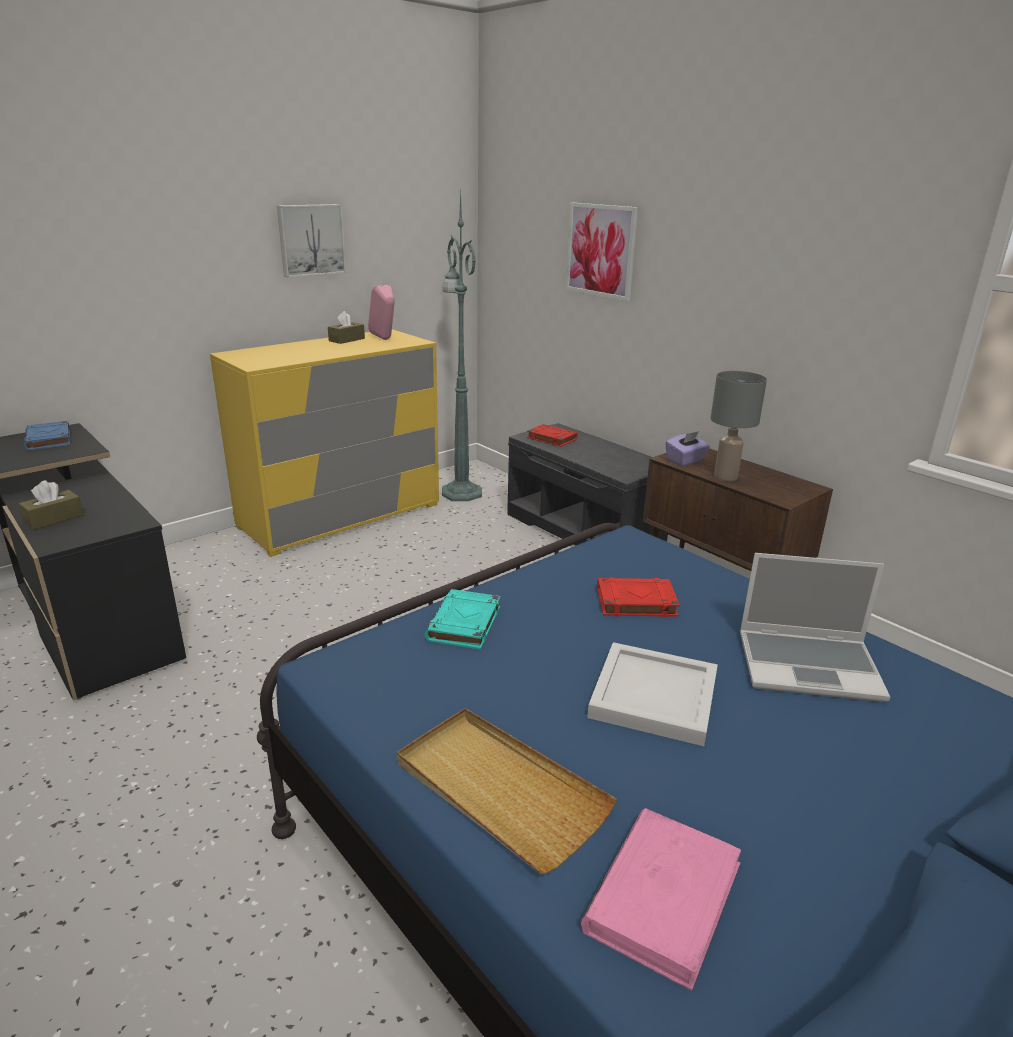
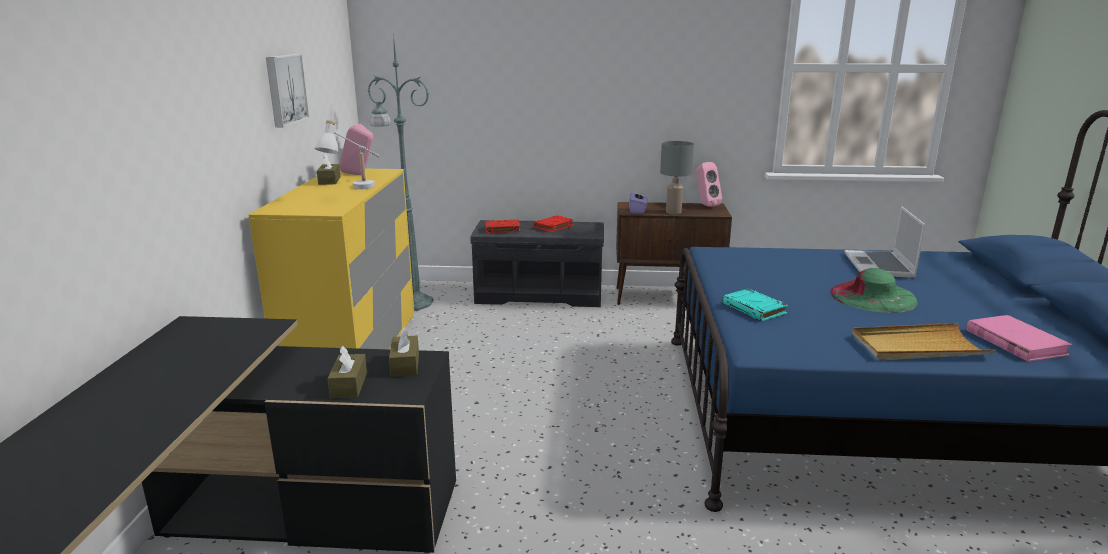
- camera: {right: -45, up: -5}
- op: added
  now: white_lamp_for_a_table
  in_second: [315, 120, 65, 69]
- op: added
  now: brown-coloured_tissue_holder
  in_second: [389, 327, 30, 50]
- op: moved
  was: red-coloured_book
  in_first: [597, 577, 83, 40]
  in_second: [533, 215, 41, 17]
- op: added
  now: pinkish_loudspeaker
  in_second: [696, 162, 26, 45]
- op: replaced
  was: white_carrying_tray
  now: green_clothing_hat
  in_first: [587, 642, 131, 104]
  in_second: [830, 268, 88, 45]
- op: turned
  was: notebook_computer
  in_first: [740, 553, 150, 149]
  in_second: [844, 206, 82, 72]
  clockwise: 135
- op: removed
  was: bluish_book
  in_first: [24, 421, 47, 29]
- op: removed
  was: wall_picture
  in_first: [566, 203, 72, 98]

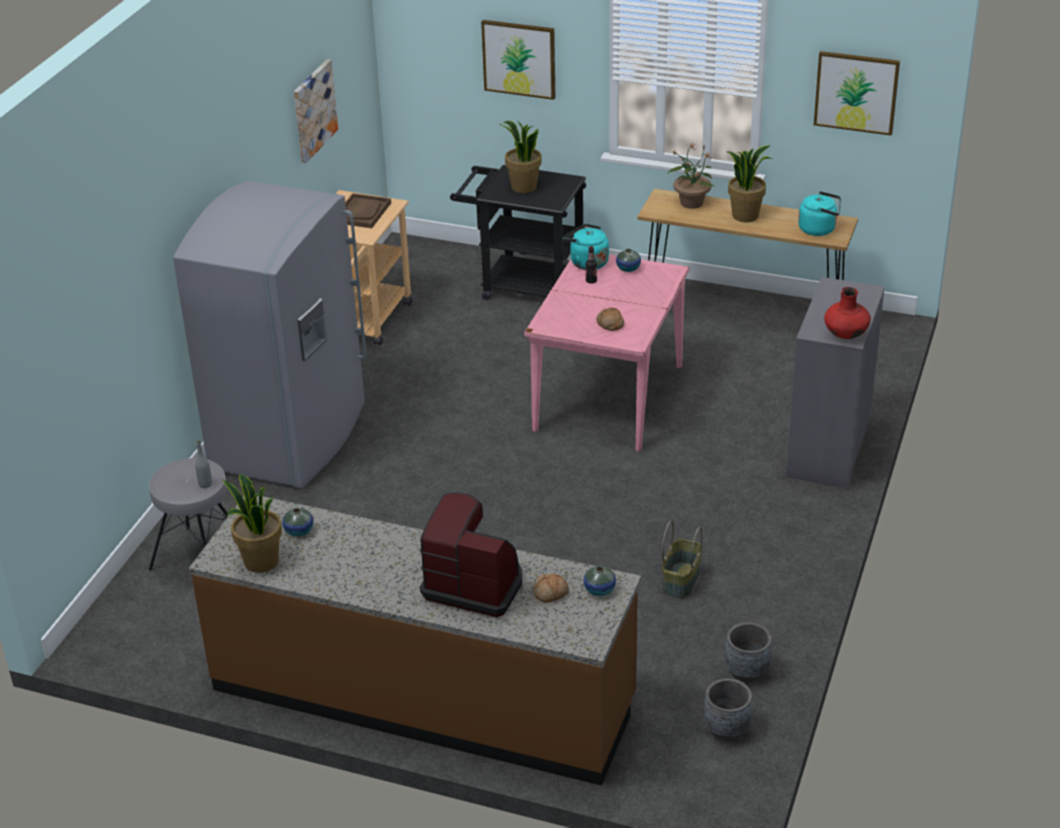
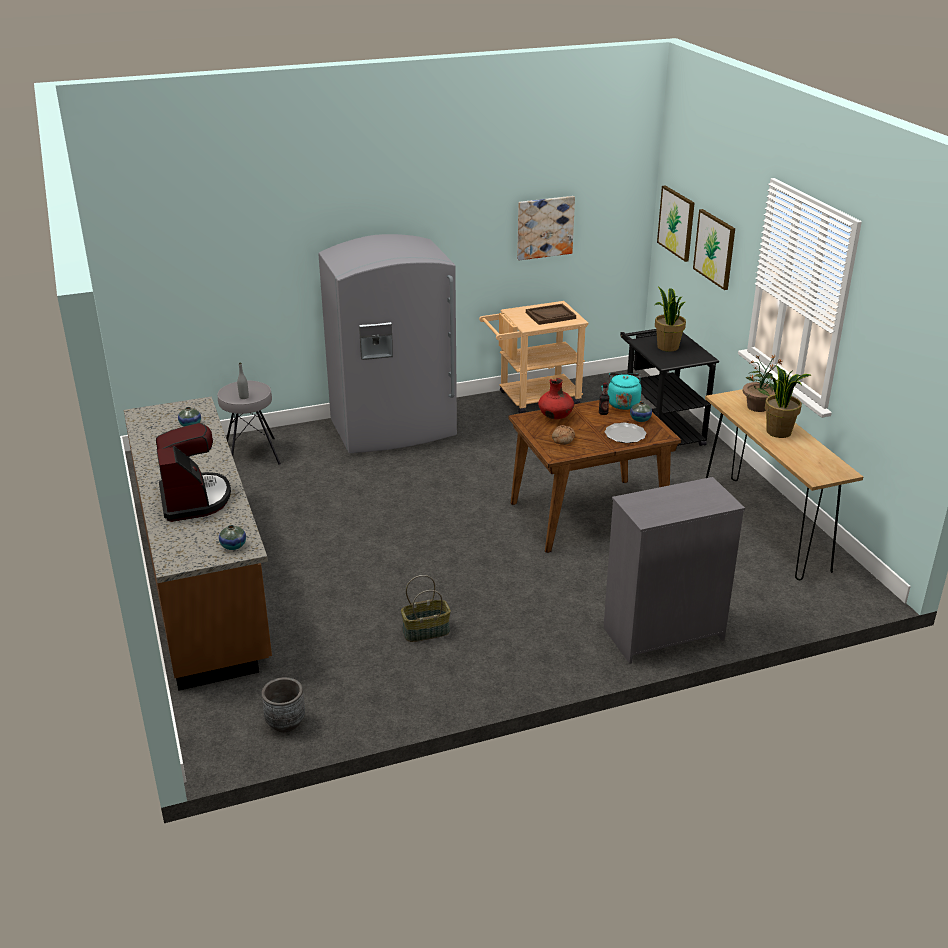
- camera: {right: 50, up: -5}
- op: recoloured
  was: pinkish_dinner_table
  now: brown-coloured_dinner_table
  in_first: [524, 254, 165, 197]
  in_second: [508, 400, 174, 153]
- op: moved
  was: red-coloured_flower_vase
  in_first: [824, 287, 47, 52]
  in_second: [538, 378, 36, 41]
- op: added
  now: dinner_plate
  in_second: [604, 422, 43, 21]
- op: moved
  was: wall_picture
  in_first: [814, 51, 86, 85]
  in_second: [657, 185, 37, 77]
- op: removed
  was: plant_in_a_pot
  in_first: [222, 475, 60, 98]
- op: removed
  was: baked_bread
  in_first: [533, 573, 36, 30]
- op: removed
  was: greyish_plant_pot
  in_first: [725, 622, 47, 60]
- op: removed
  was: turquoise-coloured_kettle
  in_first: [798, 191, 43, 45]

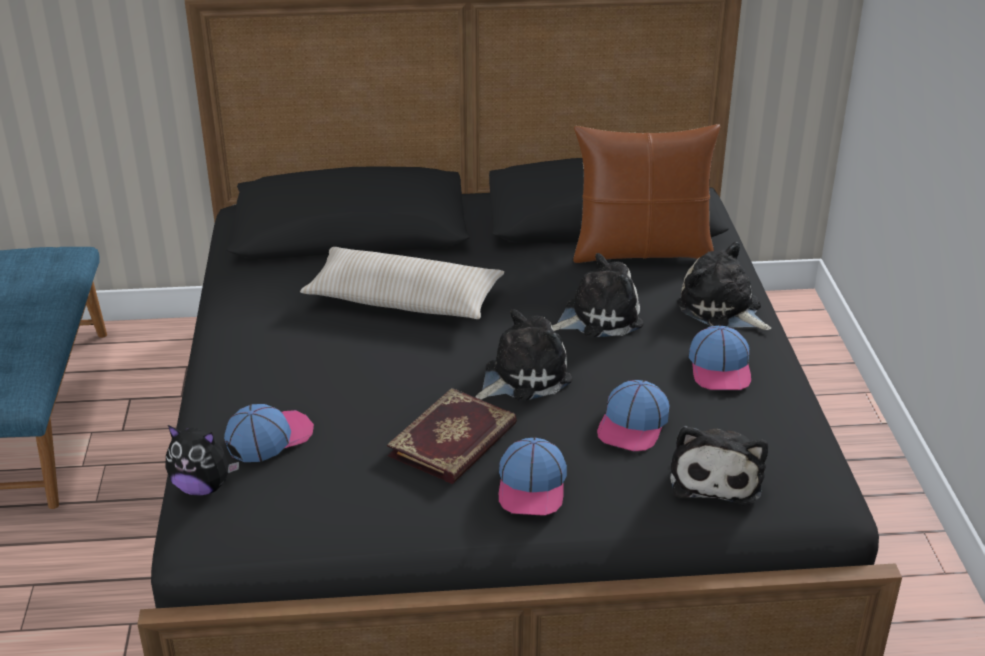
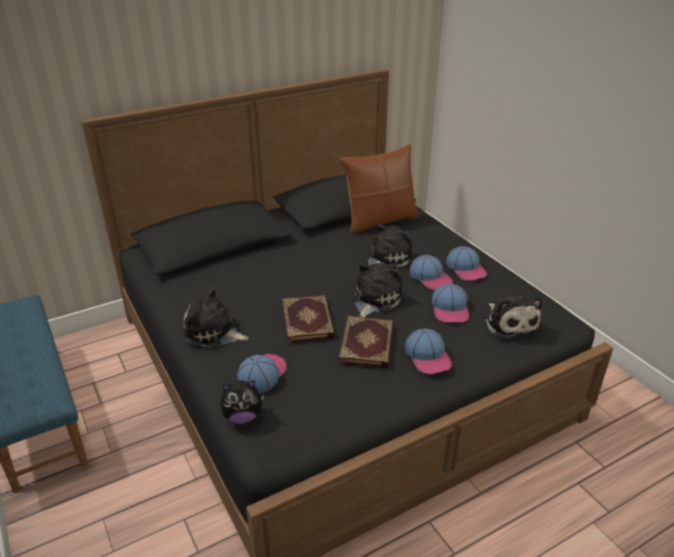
- camera: {right: -25, up: 0}
- op: moved
  was: cuddly_toy
  in_first: [677, 242, 94, 88]
  in_second: [183, 287, 66, 61]
- op: added
  now: book
  in_second: [282, 295, 53, 49]
- op: added
  now: peaked_cap
  in_second: [410, 255, 43, 35]
- op: removed
  was: beige-coloured_pillow
  in_first: [300, 247, 204, 72]

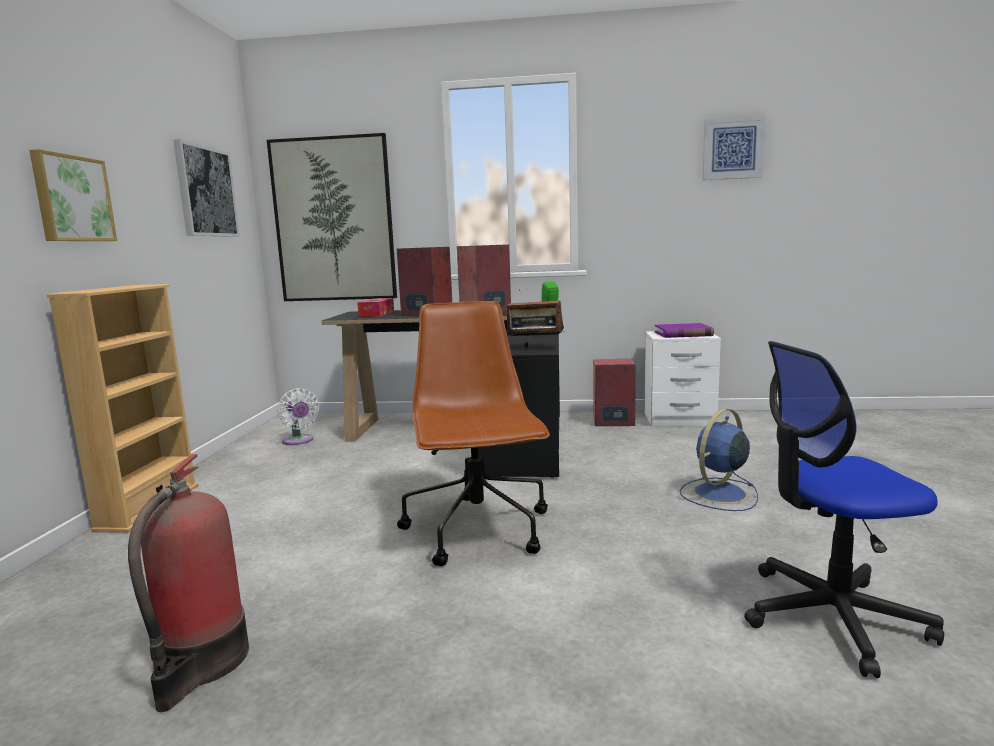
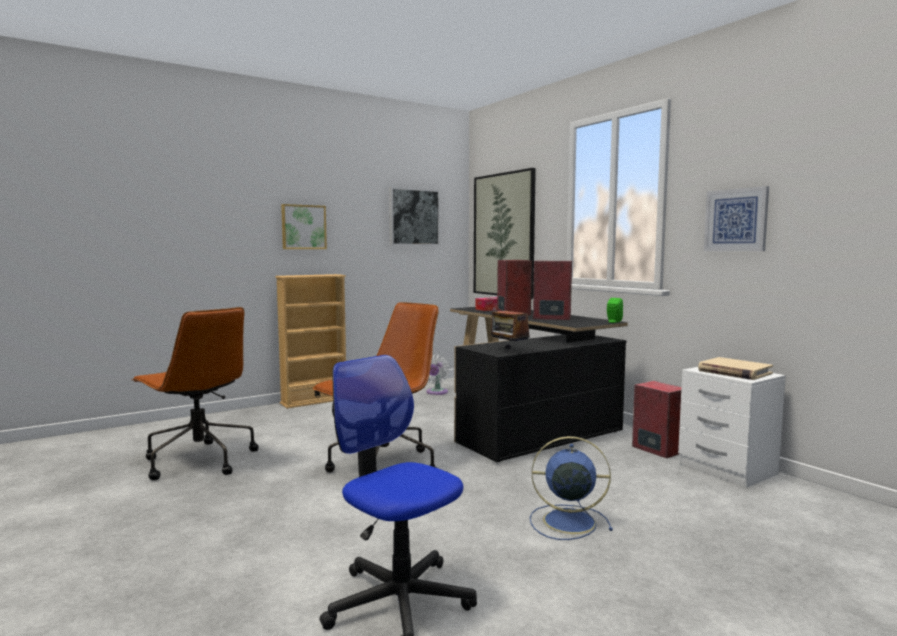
- camera: {right: 50, up: -5}
- op: replaced
  was: fire_extinguisher
  now: brown-coloured_office_chair
  in_first: [128, 454, 121, 258]
  in_second: [131, 307, 128, 173]
- op: recoloured
  was: purplish_book
  now: beige-coloured_book
  in_first: [655, 323, 59, 15]
  in_second: [698, 357, 75, 23]
- op: moved
  was: wall_picture
  in_first: [703, 116, 63, 64]
  in_second: [704, 186, 65, 65]

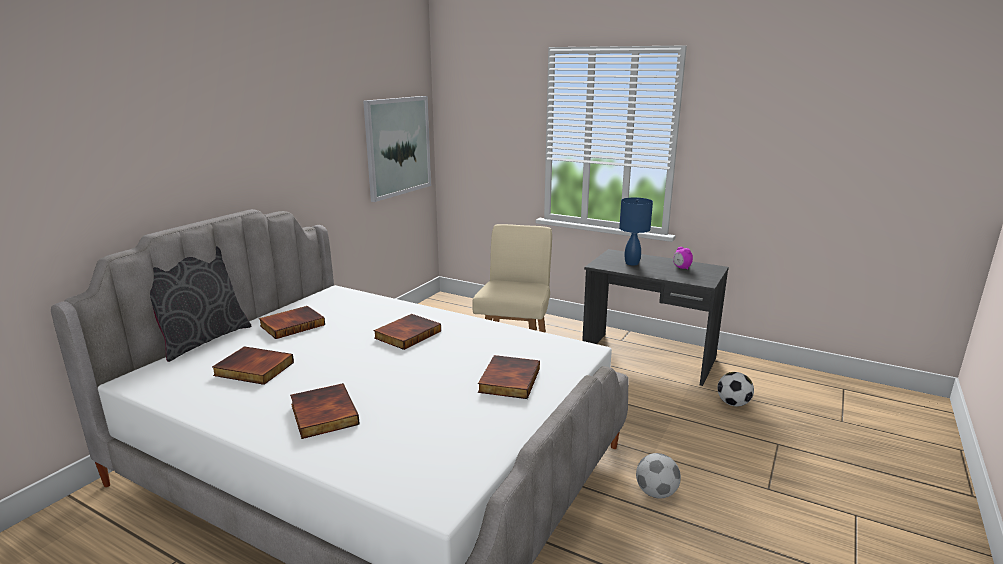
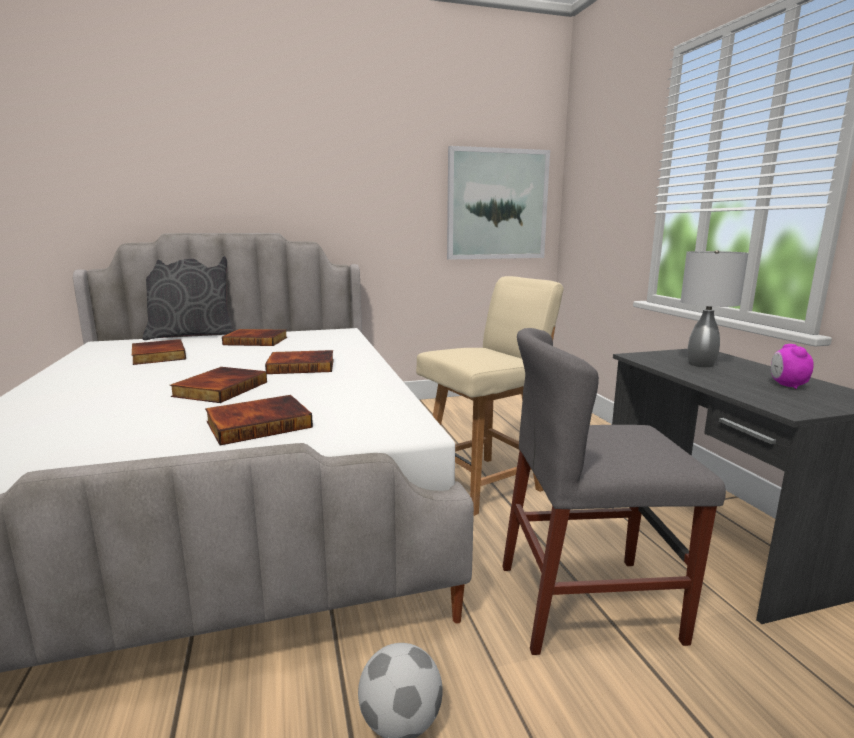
- camera: {right: 45, up: -5}
- op: moved
  was: book
  in_first: [290, 384, 69, 55]
  in_second: [170, 367, 97, 36]
- op: added
  now: greyish_chair
  in_second: [502, 328, 224, 327]
- op: recoloured
  was: bluish_lamp_for_a_table
  now: greyish_lamp_for_a_table
  in_first: [619, 197, 34, 68]
  in_second: [680, 250, 68, 117]
- op: removed
  was: football_ball
  in_first: [717, 372, 37, 35]

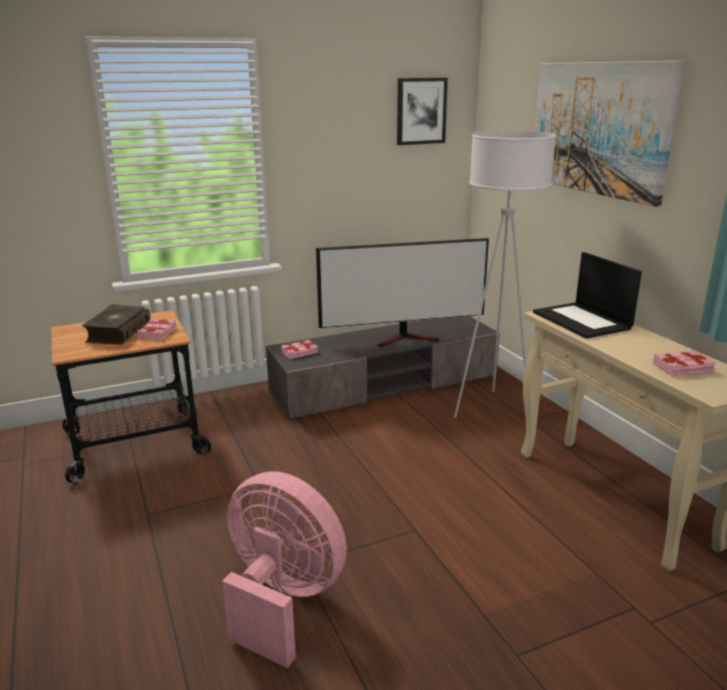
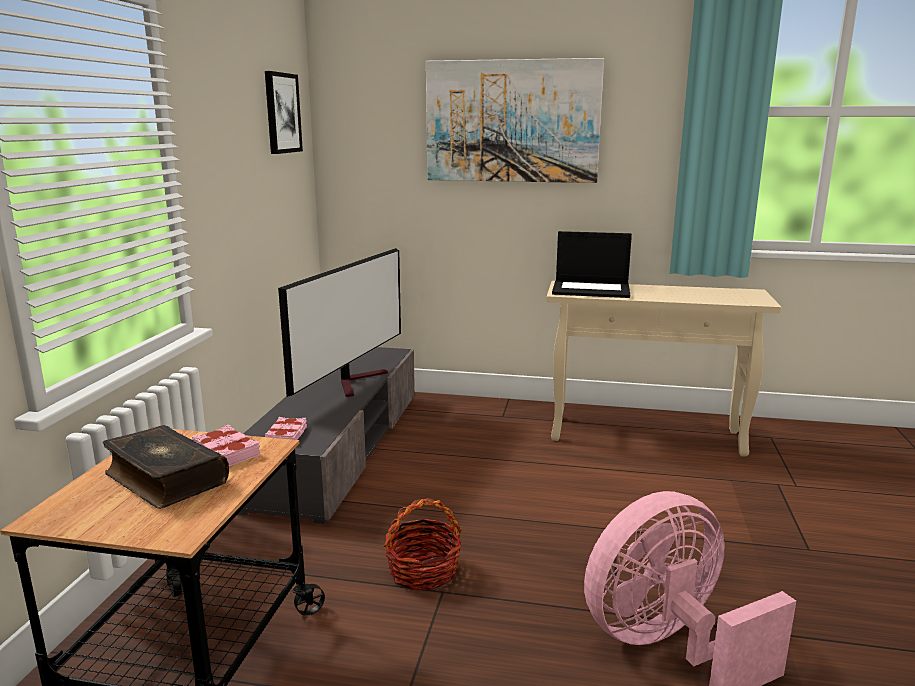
- camera: {right: -55, up: -5}
- op: added
  now: storage_basket
  in_second: [383, 498, 79, 93]
- op: removed
  was: white_standing_lamp
  in_first: [454, 131, 102, 287]
- op: removed
  was: pinkish_book
  in_first: [653, 350, 63, 27]

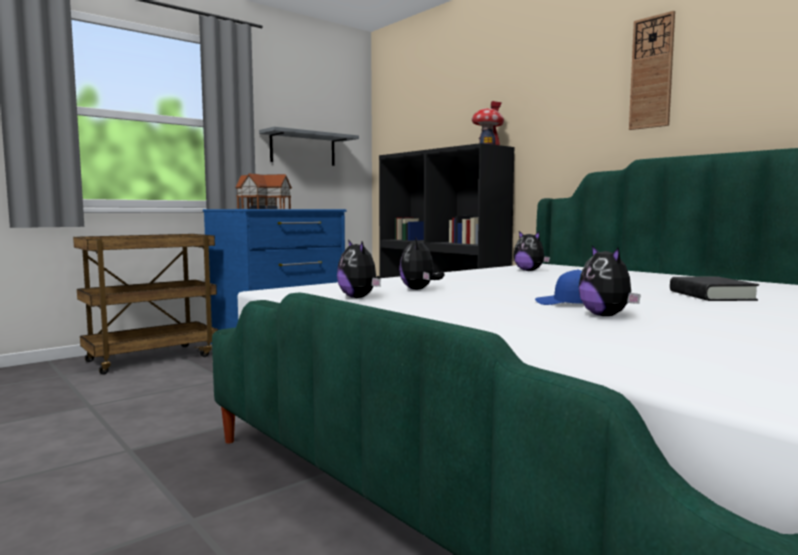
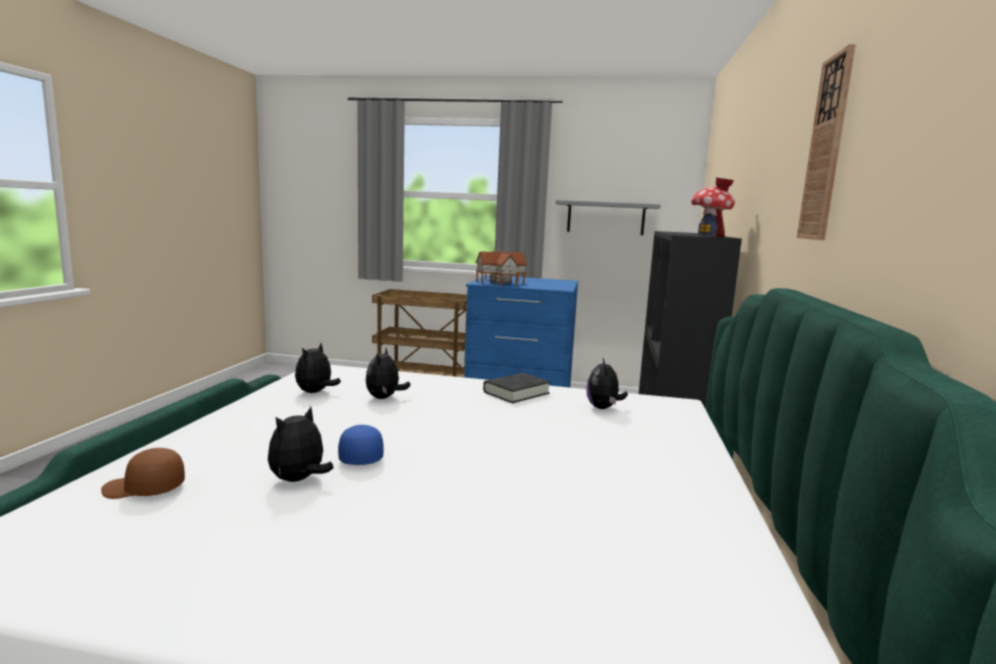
- camera: {right: 50, up: 5}
- op: added
  now: brown-coloured_peaked_cap
  in_second: [101, 448, 84, 51]
- op: turned
  was: cuddly_toy
  in_first: [399, 236, 45, 54]
  in_second: [365, 348, 46, 51]
  clockwise: -45
- op: moved
  was: black_book
  in_first: [670, 276, 89, 25]
  in_second: [483, 373, 67, 30]

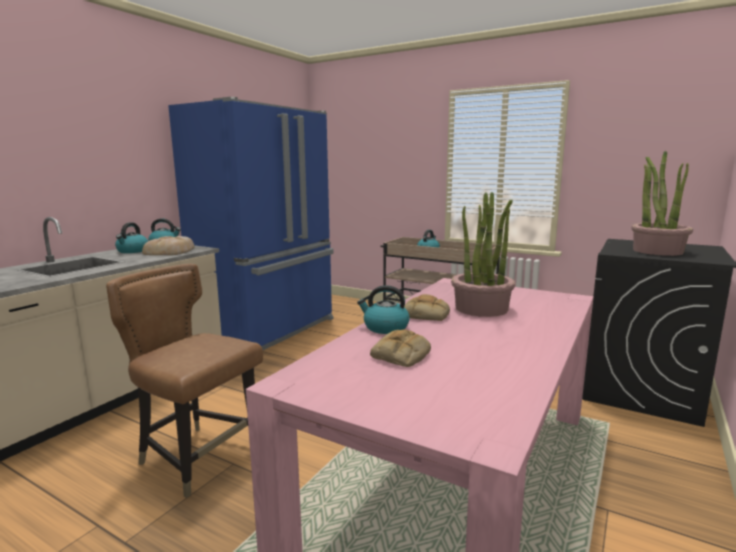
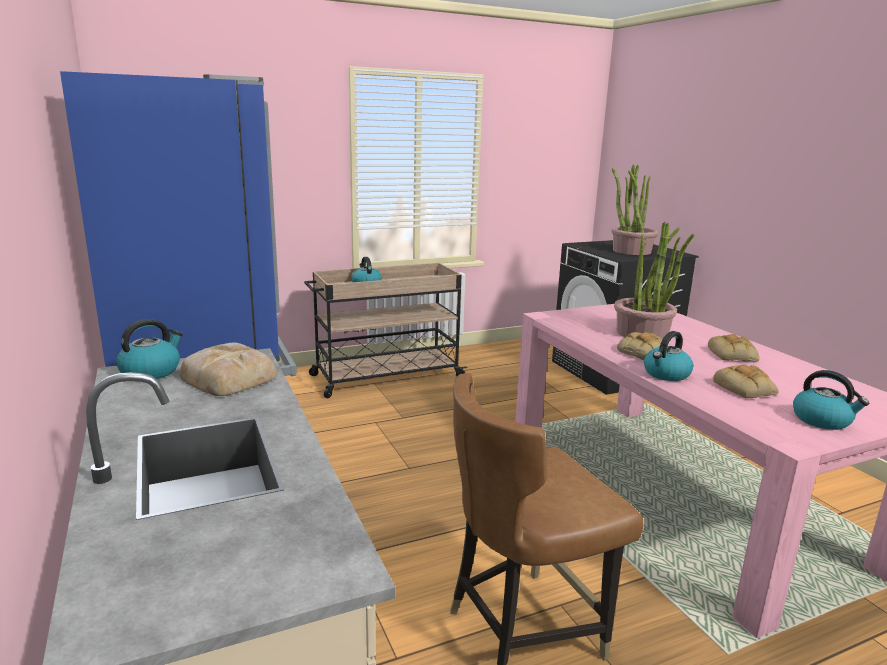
- camera: {right: -55, up: 5}
- op: added
  now: baked_bread
  in_second: [708, 334, 51, 28]
- op: moved
  was: kettle
  in_first: [115, 222, 33, 31]
  in_second: [793, 370, 76, 60]

